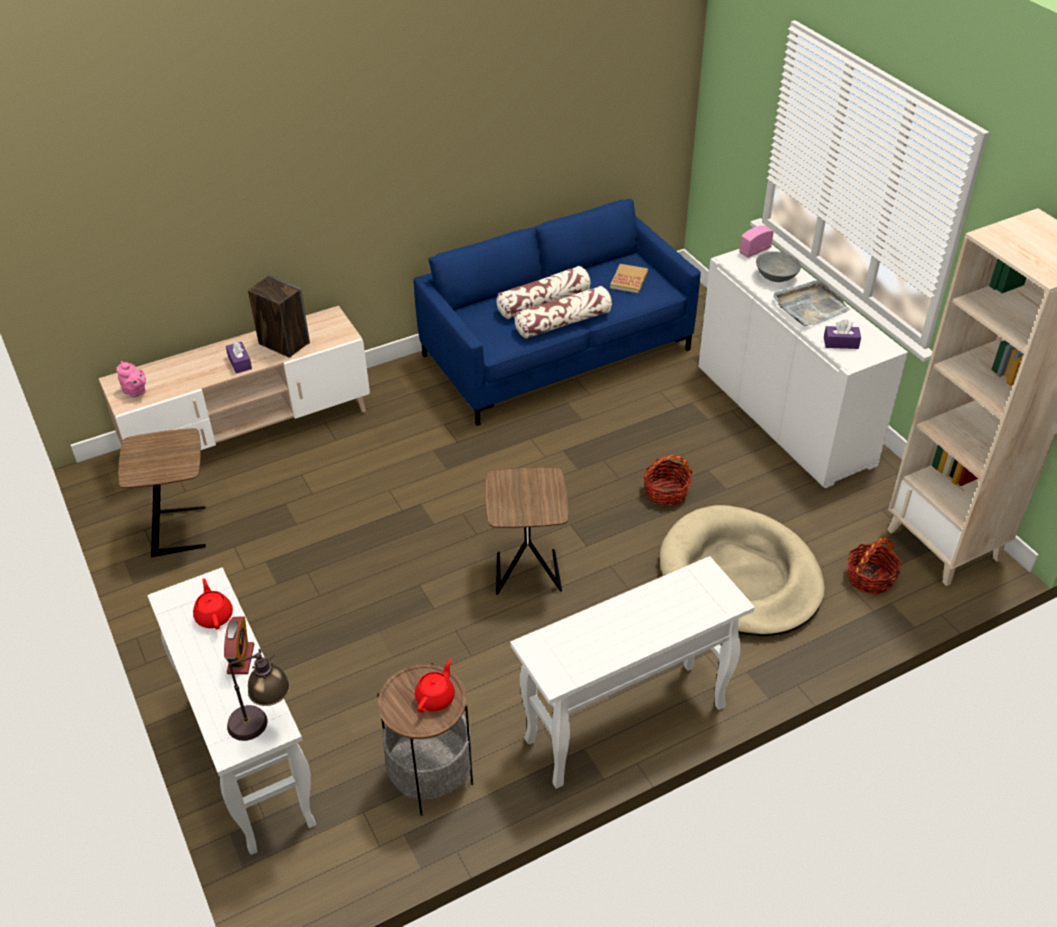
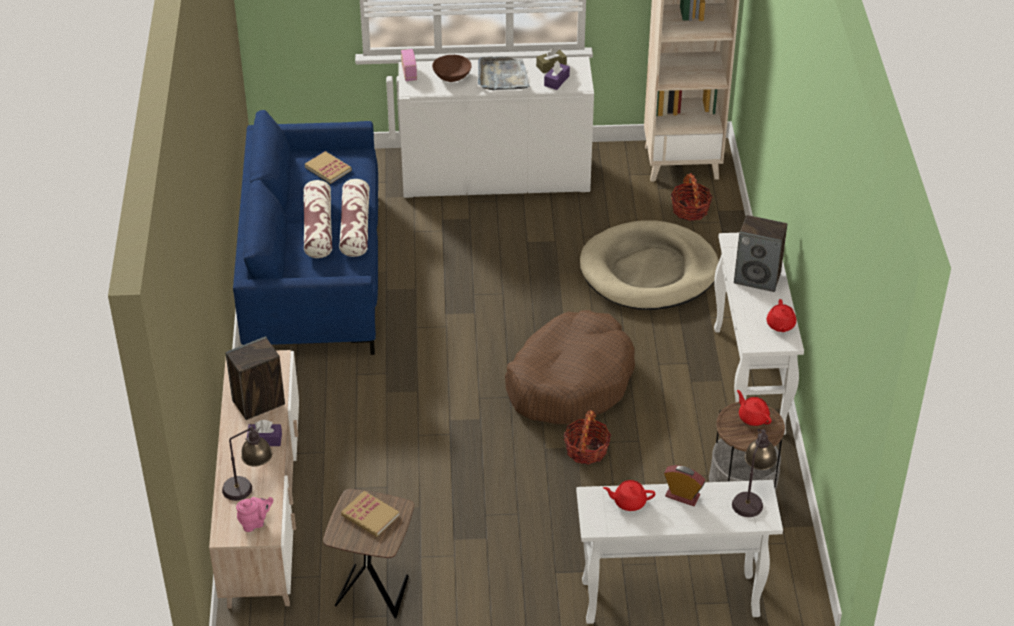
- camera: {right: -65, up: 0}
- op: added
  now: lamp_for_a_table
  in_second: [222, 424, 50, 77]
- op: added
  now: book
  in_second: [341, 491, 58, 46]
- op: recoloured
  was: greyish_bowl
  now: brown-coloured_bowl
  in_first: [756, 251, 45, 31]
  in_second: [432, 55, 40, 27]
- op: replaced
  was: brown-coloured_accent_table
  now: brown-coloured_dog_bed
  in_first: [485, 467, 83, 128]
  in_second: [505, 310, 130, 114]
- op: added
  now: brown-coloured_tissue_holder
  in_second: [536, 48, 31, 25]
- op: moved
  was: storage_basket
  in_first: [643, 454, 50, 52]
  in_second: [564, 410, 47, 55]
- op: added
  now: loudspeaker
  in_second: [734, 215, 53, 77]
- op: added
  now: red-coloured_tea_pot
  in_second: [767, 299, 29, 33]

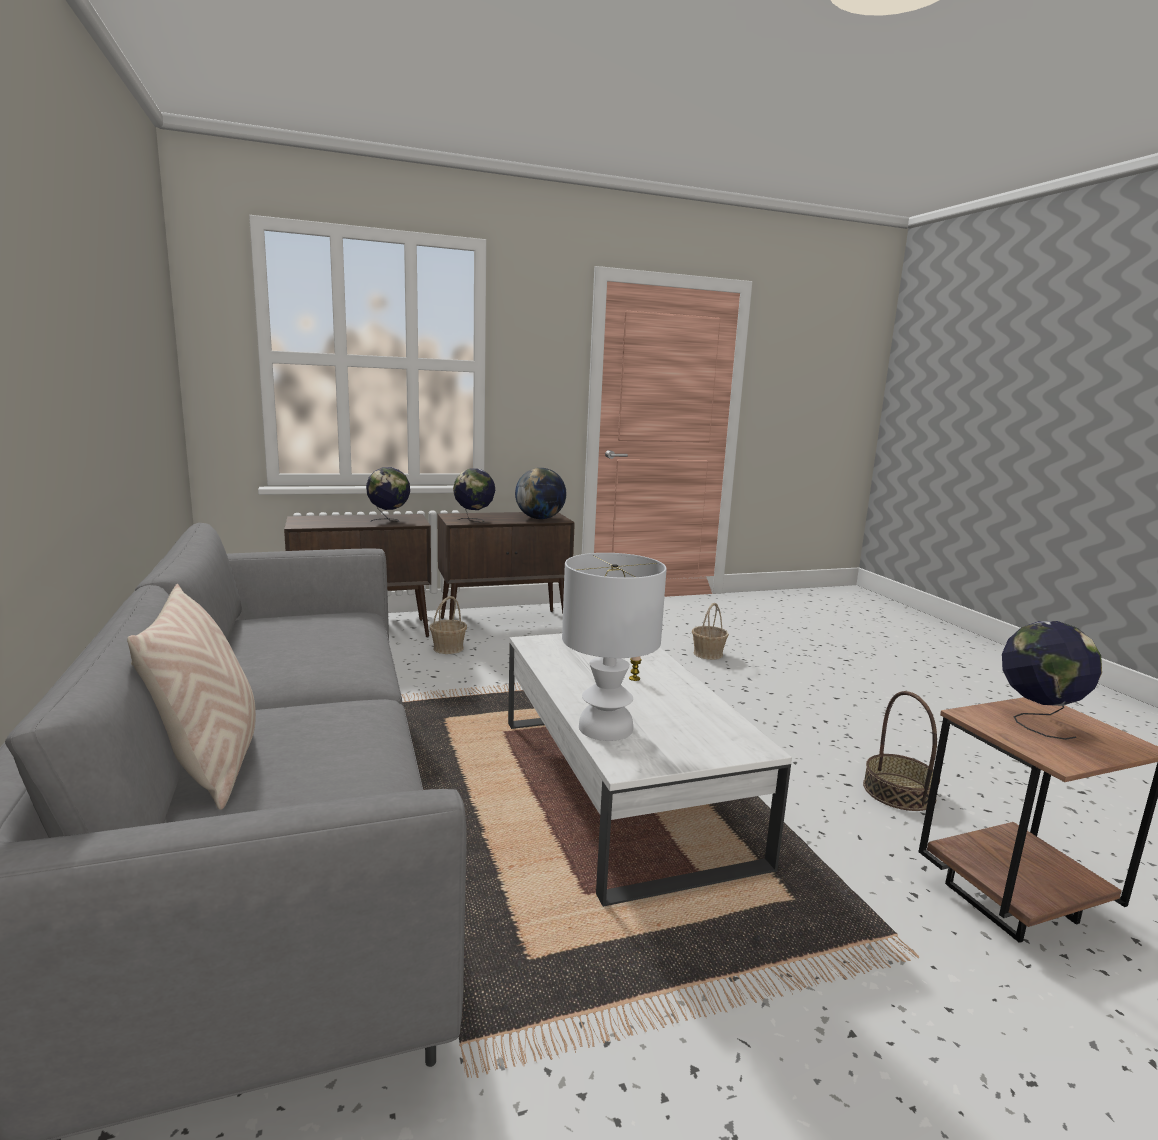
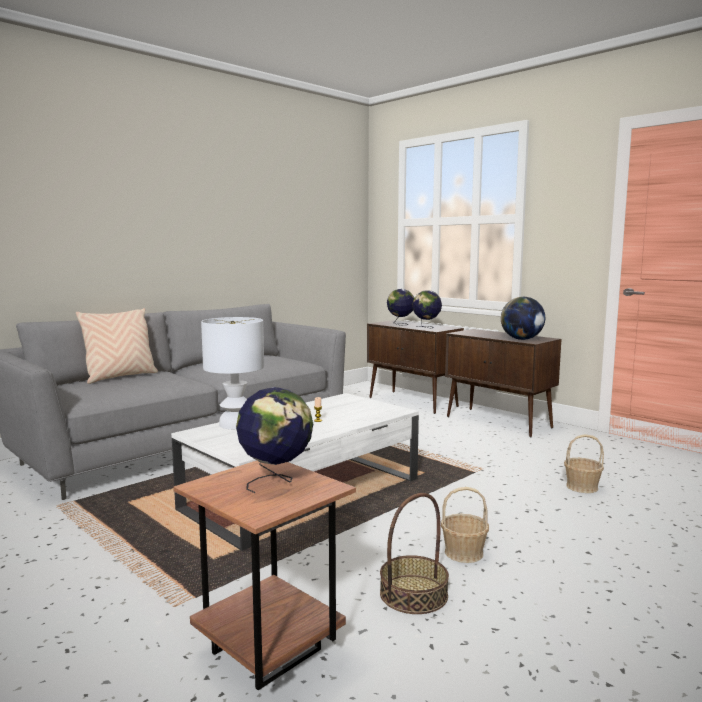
- camera: {right: 65, up: -5}
- op: moved
  was: world_globe
  in_first: [453, 468, 42, 55]
  in_second: [387, 289, 27, 36]
- op: moved
  was: storage_basket
  in_first: [430, 596, 37, 58]
  in_second: [441, 487, 48, 76]

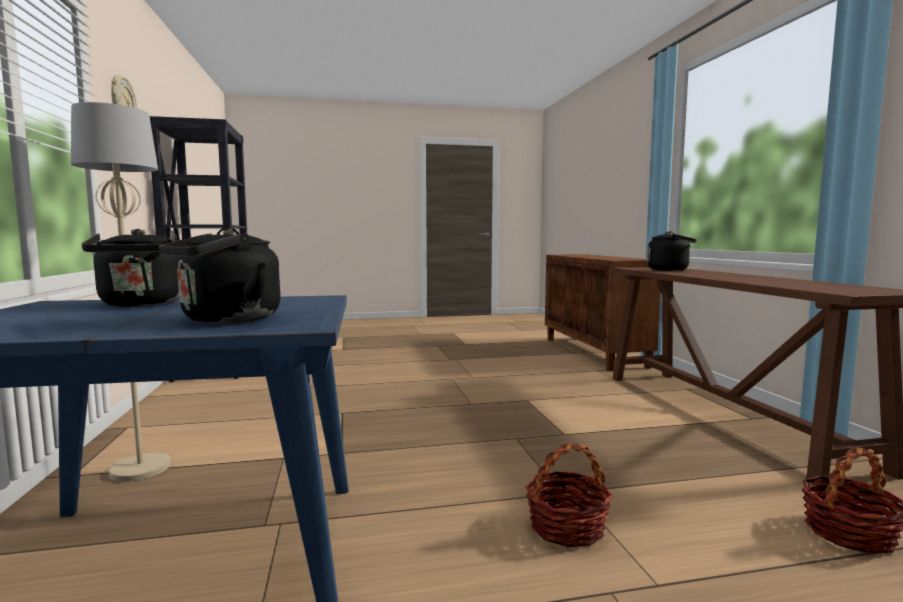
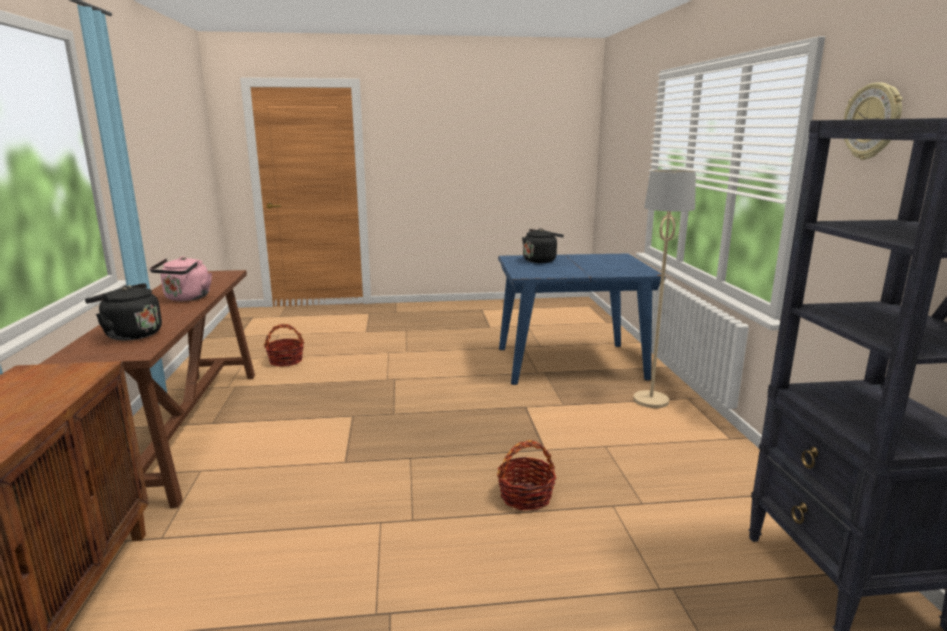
- camera: {right: -175, up: 10}
- op: added
  now: pinkish_kettle
  in_second: [150, 256, 62, 45]
- op: moved
  was: storage_basket
  in_first: [525, 443, 88, 105]
  in_second: [497, 440, 59, 70]
- op: removed
  was: black_kettle
  in_first: [82, 229, 97, 78]

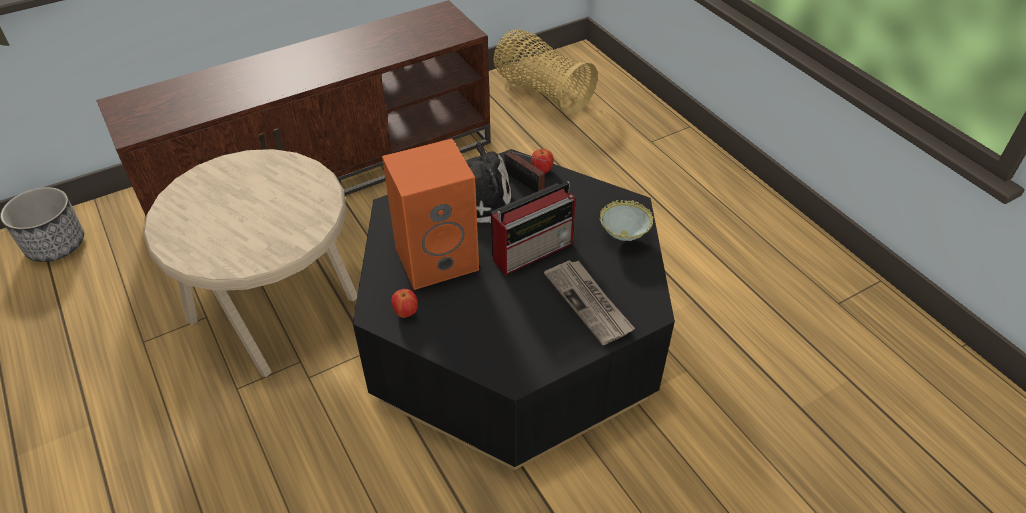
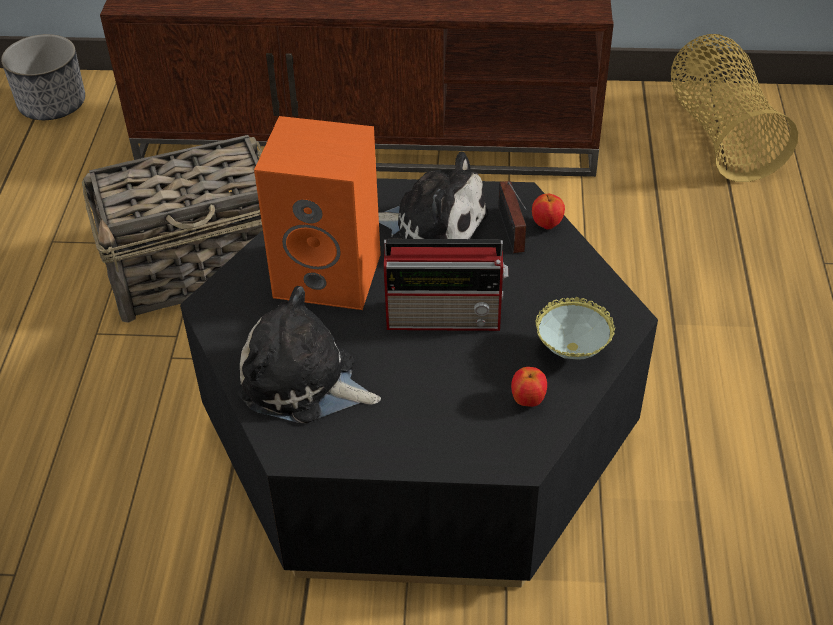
- camera: {right: 35, up: 0}
- op: replaced
  was: beige-coloured_accent_table
  now: storage_basket
  in_first: [143, 149, 215, 228]
  in_second: [82, 135, 181, 188]
- op: added
  now: cuddly_toy
  in_second: [237, 286, 144, 138]
- op: moved
  was: apple_fruit
  in_first: [391, 289, 27, 29]
  in_second: [511, 367, 36, 40]
- op: removed
  was: newspaper
  in_first: [544, 260, 91, 85]

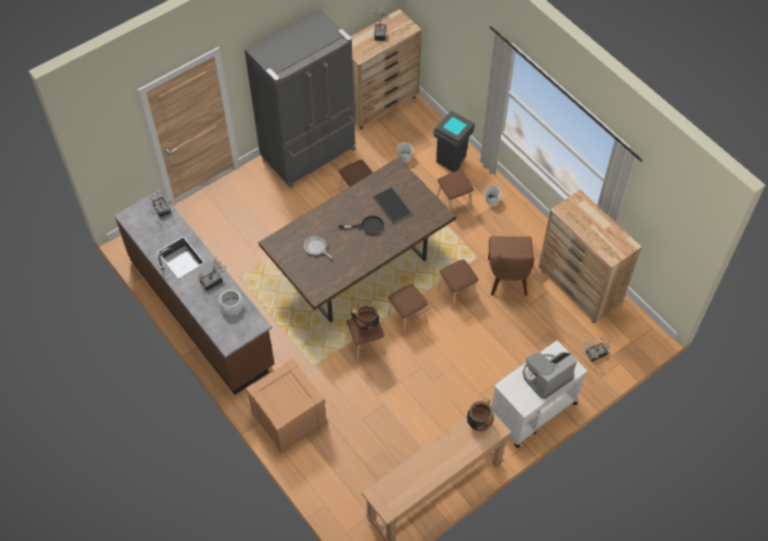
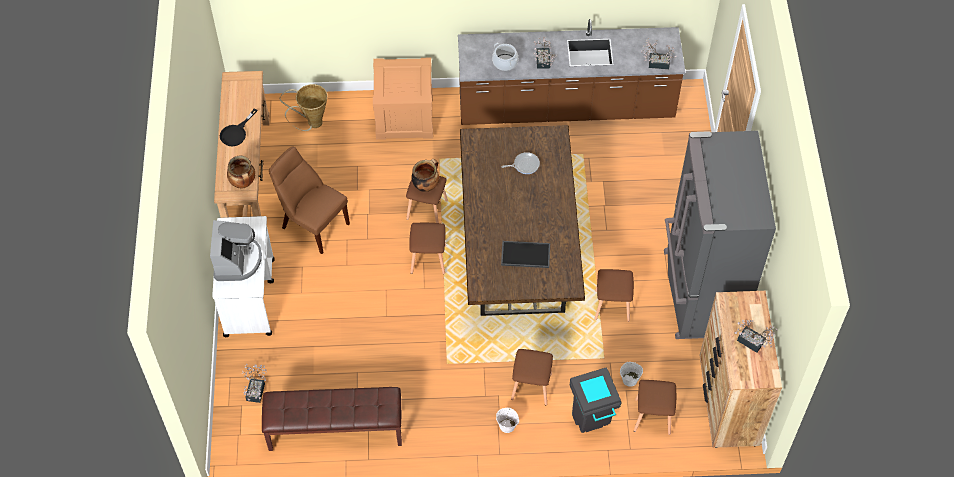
- camera: {right: 125, up: 0}
- op: moved
  was: black_frying_pan
  in_first: [339, 216, 45, 19]
  in_second: [220, 108, 37, 38]
- op: replaced
  was: brown-coloured_chest_of_drawers
  now: brown-coloured_long_seat
  in_first: [538, 190, 104, 133]
  in_second: [262, 387, 140, 64]
- op: moved
  was: brown-coloured_chair
  in_first: [488, 236, 46, 60]
  in_second: [269, 146, 81, 108]
- op: added
  now: storage_basket
  in_second: [280, 84, 48, 47]
- op: moved
  was: brown-coloured_stool_seat
  in_first: [438, 259, 40, 52]
  in_second: [634, 380, 42, 55]

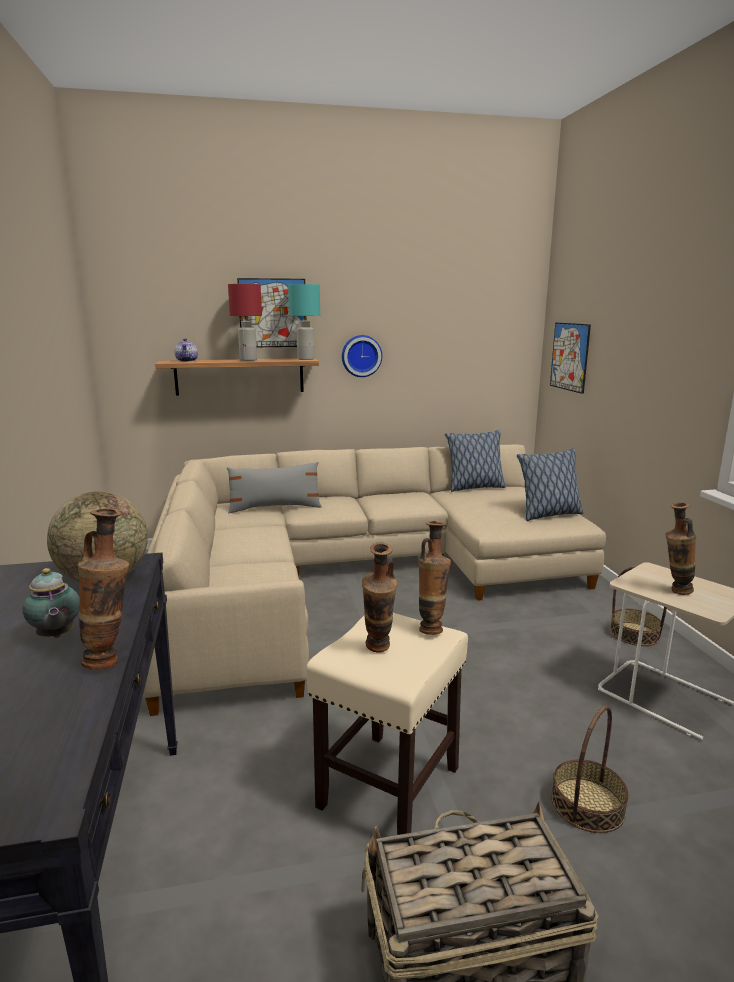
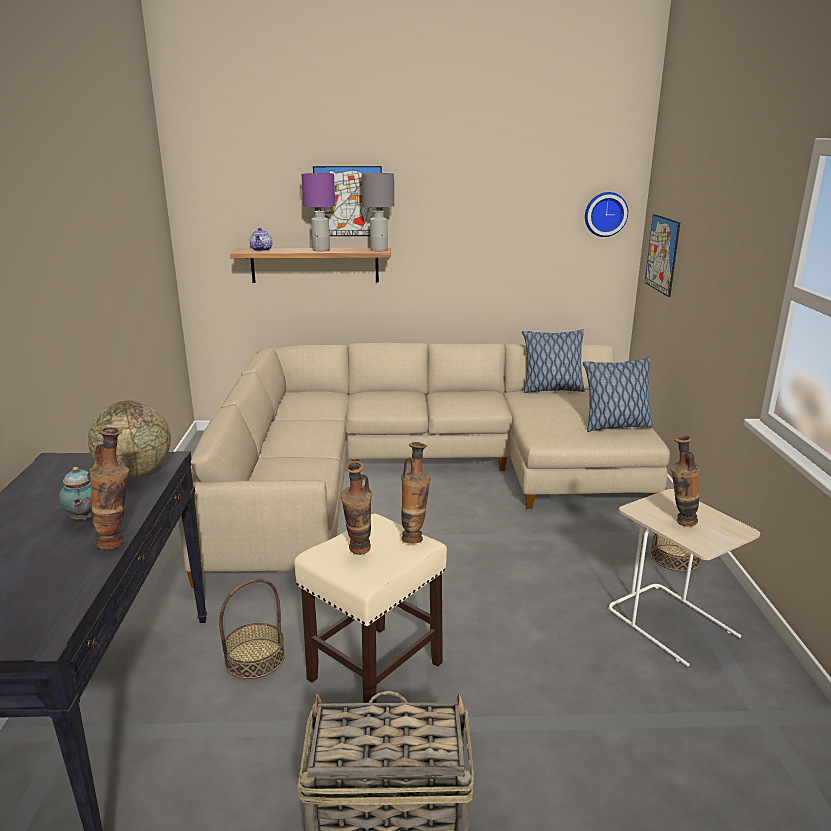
- camera: {right: 10, up: 5}
- op: moved
  was: storage_basket
  in_first: [551, 706, 78, 127]
  in_second: [219, 579, 66, 100]
- op: recoloured
  was: red-coloured_lamp_for_a_table
  now: purplish_lamp_for_a_table
  in_first: [228, 284, 34, 77]
  in_second: [301, 173, 34, 79]
- op: recoloured
  was: turquoise-coloured_lamp_for_a_table
  now: greyish_lamp_for_a_table
  in_first: [288, 284, 32, 76]
  in_second: [362, 173, 32, 79]
- op: moved
  was: wall_clock
  in_first: [342, 335, 40, 42]
  in_second: [585, 192, 43, 45]
- op: removed
  was: greyish_pillow
  in_first: [227, 462, 95, 52]

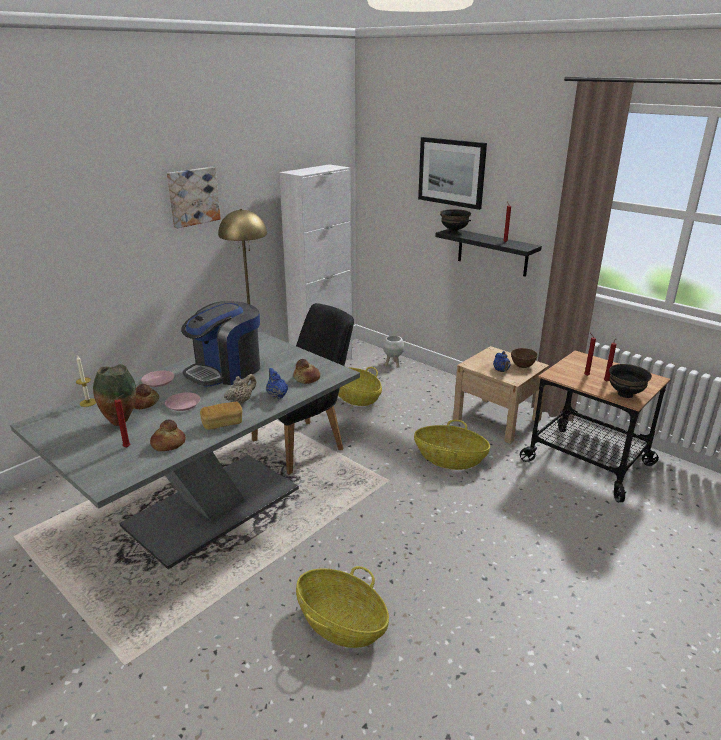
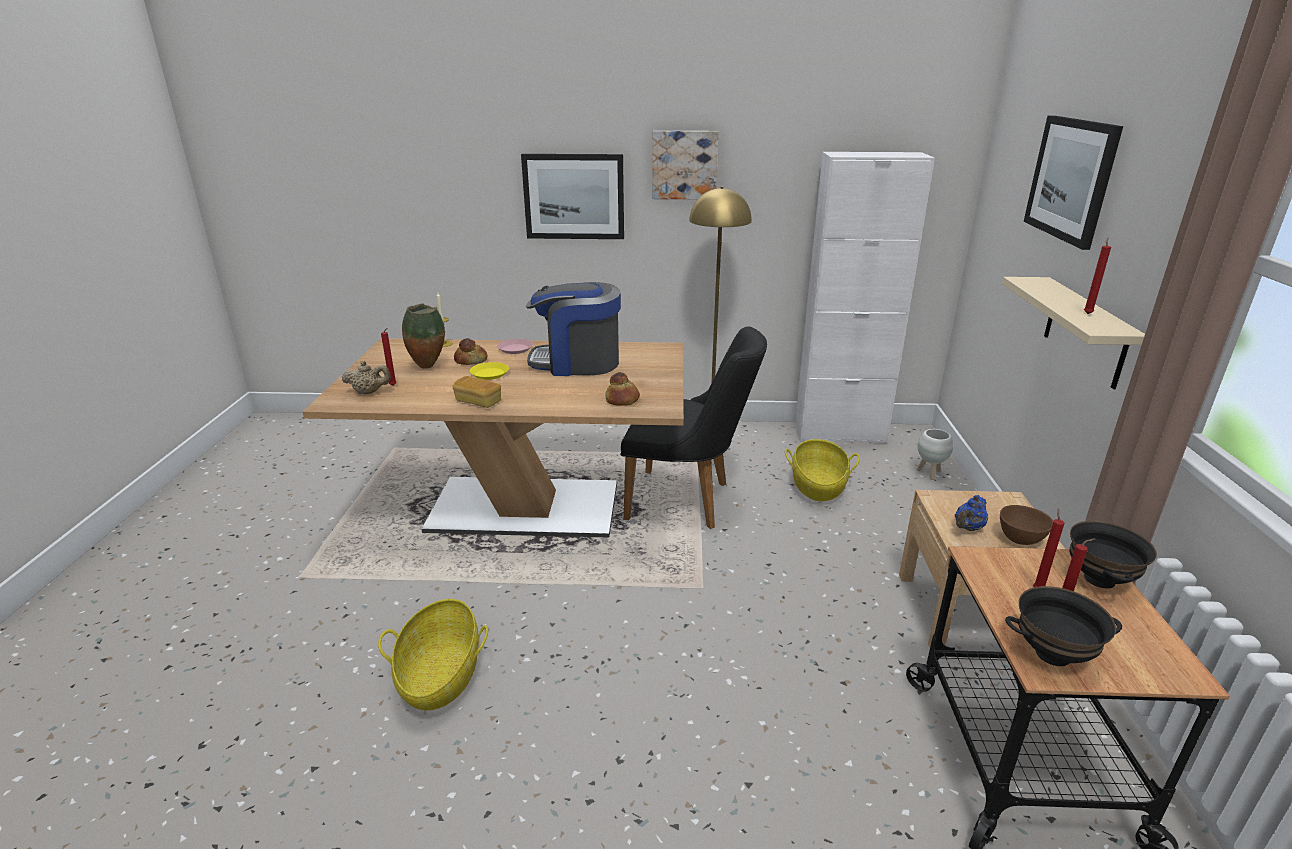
- camera: {right: 50, up: 0}
- op: recoloured
  was: greyish_dinner_table
  now: brown-coloured_dinner_table
  in_first: [10, 332, 350, 237]
  in_second: [303, 338, 381, 200]
- op: moved
  was: beige-coloured_tea_pot
  in_first: [224, 374, 32, 30]
  in_second: [342, 361, 49, 33]
- op: recoloured
  was: pinkish_dinner_plate
  now: yellow_dinner_plate
  in_first: [165, 392, 35, 19]
  in_second: [470, 362, 39, 18]
- op: added
  now: wall_picture
  in_second: [521, 154, 103, 85]
- op: recoloured
  was: black_wall_shelf
  now: beige-coloured_wall_shelf
  in_first: [435, 229, 107, 48]
  in_second: [1002, 277, 143, 112]
- op: moved
  was: black_bowl
  in_first: [440, 209, 31, 24]
  in_second: [1070, 521, 87, 67]
- op: removed
  was: baked_bread
  in_first: [150, 419, 36, 32]
- op: removed
  was: bluish_tea_pot
  in_first: [266, 368, 22, 31]
- op: removed
  was: storage_basket
  in_first: [414, 420, 76, 50]

